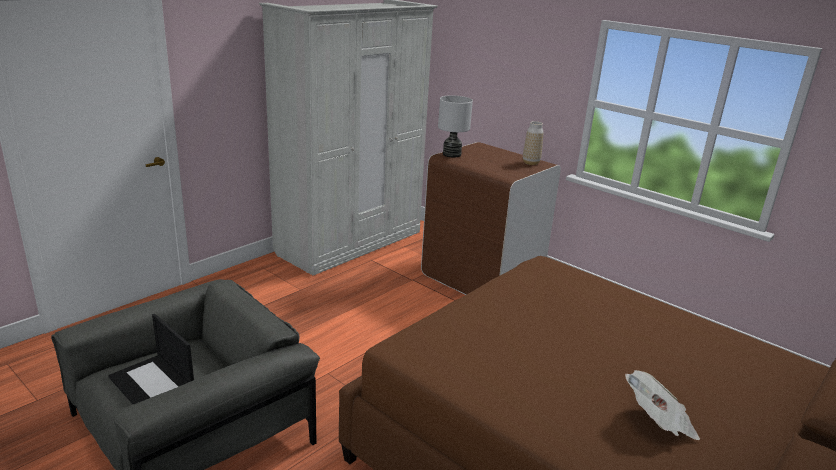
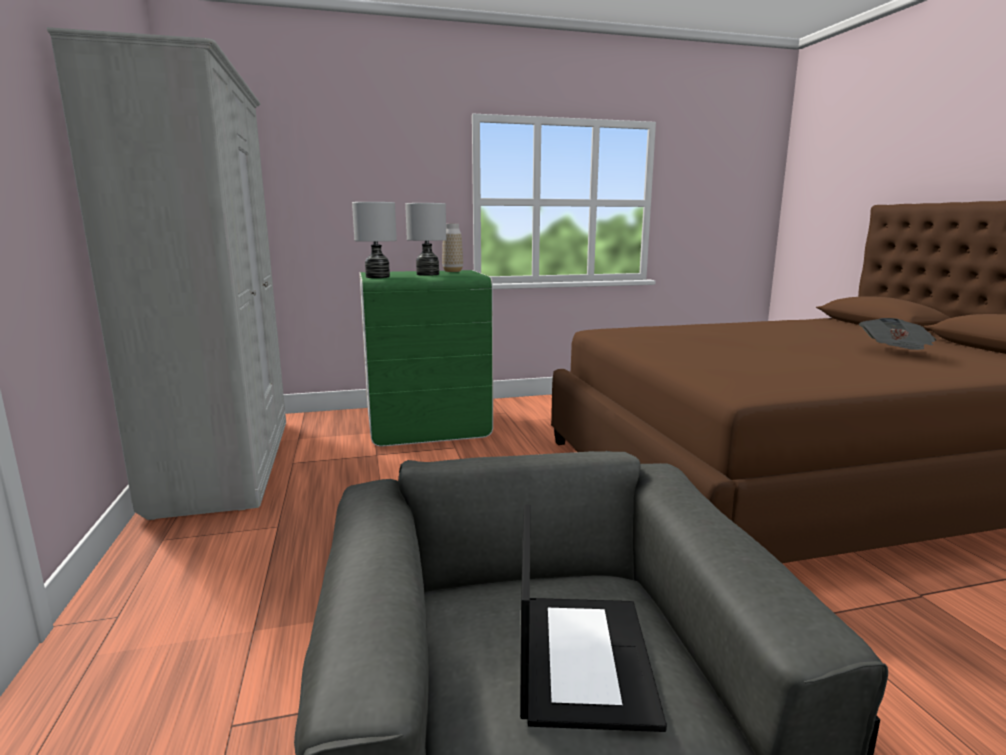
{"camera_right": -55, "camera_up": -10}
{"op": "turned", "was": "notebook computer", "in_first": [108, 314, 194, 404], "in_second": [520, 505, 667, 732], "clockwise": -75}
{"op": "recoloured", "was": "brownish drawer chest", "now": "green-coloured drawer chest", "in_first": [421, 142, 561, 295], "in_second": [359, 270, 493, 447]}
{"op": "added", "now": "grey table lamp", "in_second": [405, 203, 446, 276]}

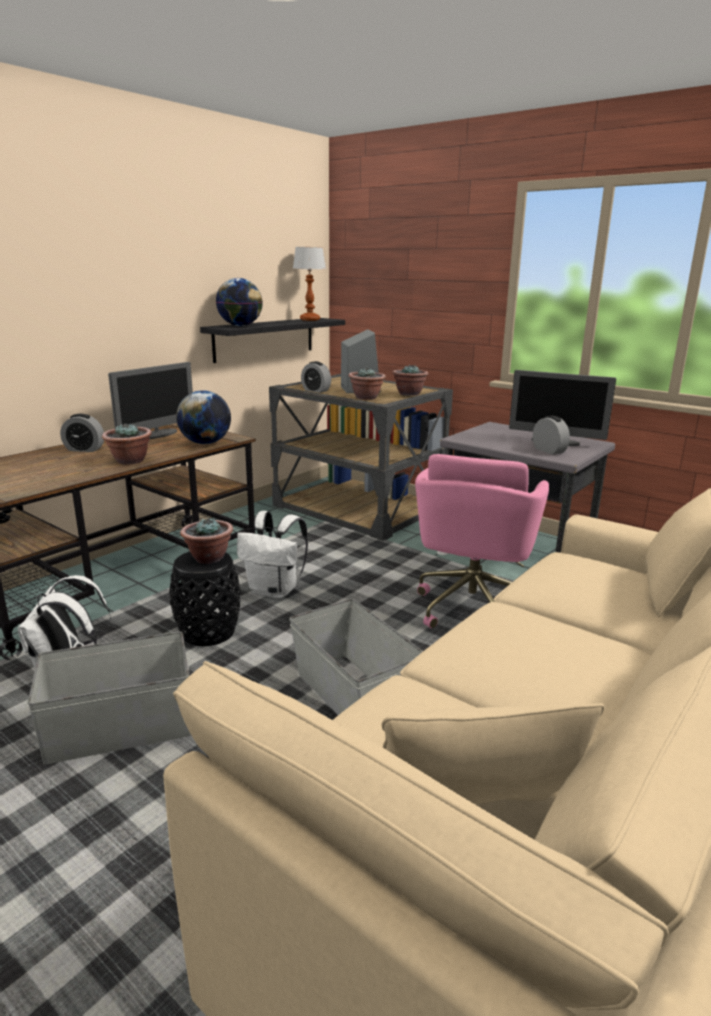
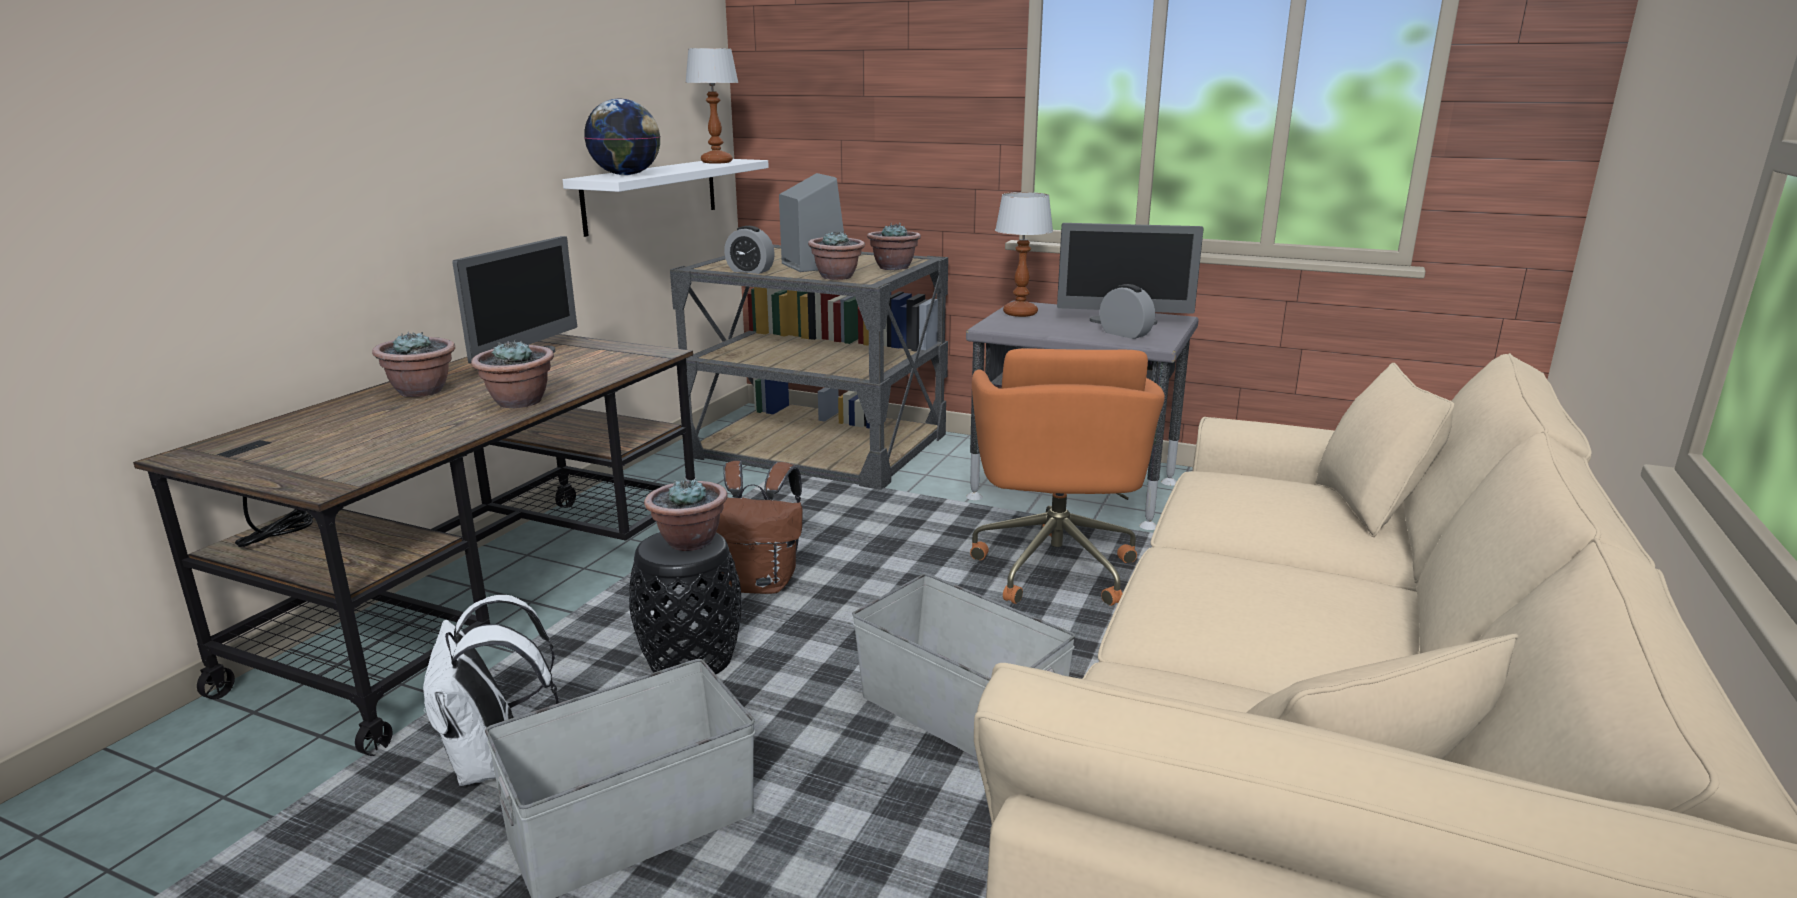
{"camera_right": -15, "camera_up": 0}
{"op": "replaced", "was": "bedside clock", "now": "potted plant", "in_first": [60, 414, 104, 452], "in_second": [372, 331, 455, 397]}
{"op": "removed", "was": "desk globe", "in_first": [176, 390, 231, 444]}
{"op": "recoloured", "was": "black bracket shelf", "now": "white bracket shelf", "in_first": [200, 318, 345, 363], "in_second": [563, 159, 769, 237]}
{"op": "recoloured", "was": "white rucksack", "now": "brownish rucksack", "in_first": [237, 511, 308, 599], "in_second": [716, 461, 803, 594]}
{"op": "recoloured", "was": "pink-coloured computer chair", "now": "orangey computer chair", "in_first": [415, 454, 549, 628], "in_second": [970, 348, 1165, 606]}
{"op": "added", "now": "table lamp", "in_second": [995, 192, 1053, 317]}

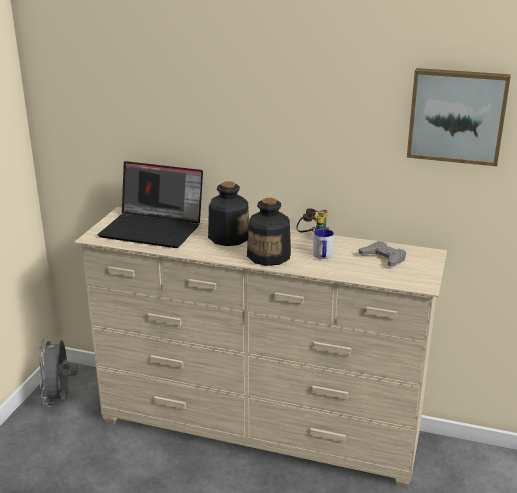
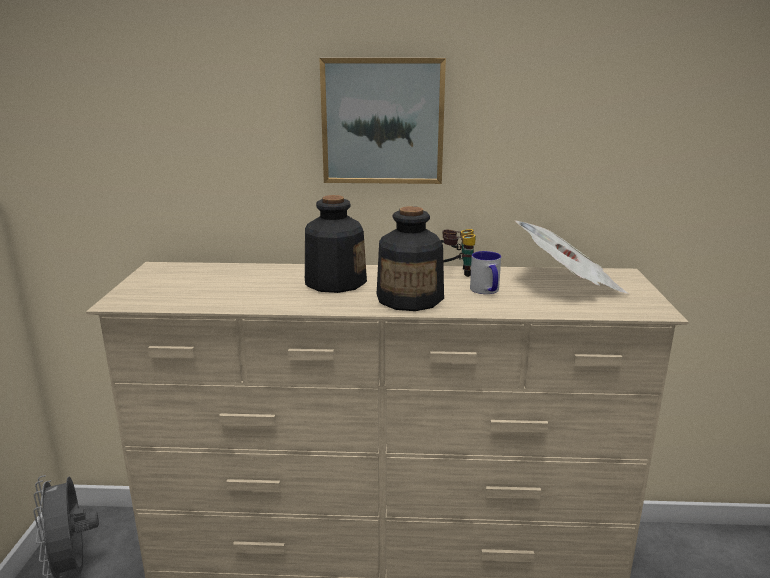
{"camera_right": -15, "camera_up": -5}
{"op": "removed", "was": "notebook computer", "in_first": [98, 161, 203, 248]}
{"op": "replaced", "was": "grey joypad", "now": "daily paper", "in_first": [359, 241, 406, 267], "in_second": [514, 220, 629, 294]}
{"op": "moved", "was": "wall art", "in_first": [407, 68, 511, 166], "in_second": [319, 58, 446, 184]}

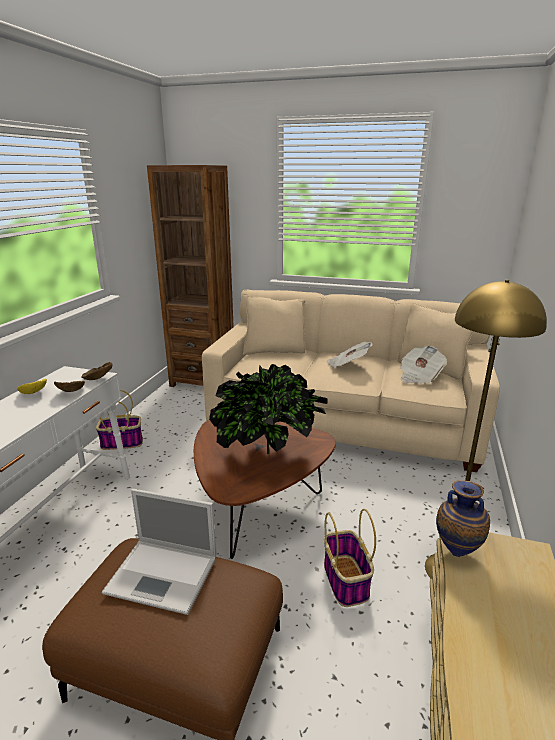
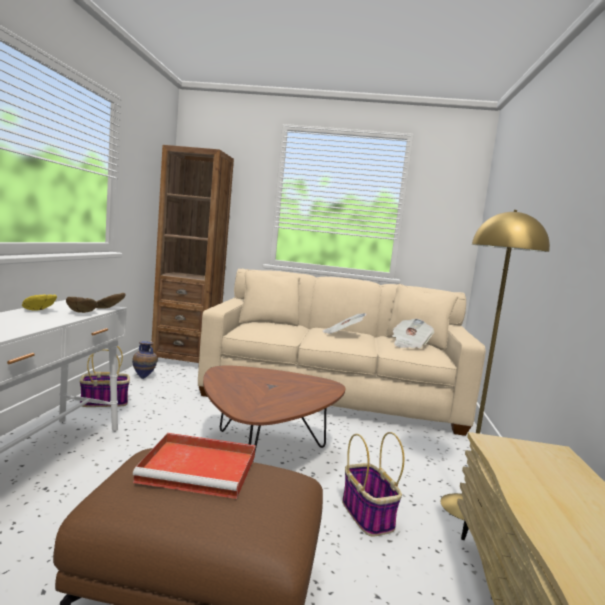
{"camera_right": -10, "camera_up": -15}
{"op": "replaced", "was": "notebook computer", "now": "red carrying tray", "in_first": [102, 489, 217, 615], "in_second": [133, 433, 256, 499]}
{"op": "removed", "was": "potted plant", "in_first": [209, 364, 328, 454]}
{"op": "moved", "was": "vase", "in_first": [436, 481, 490, 557], "in_second": [132, 341, 157, 379]}

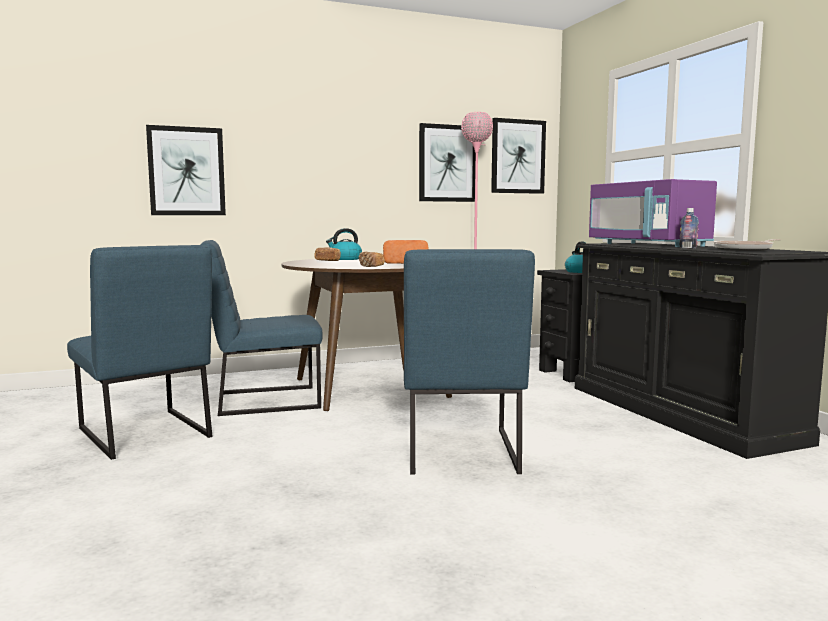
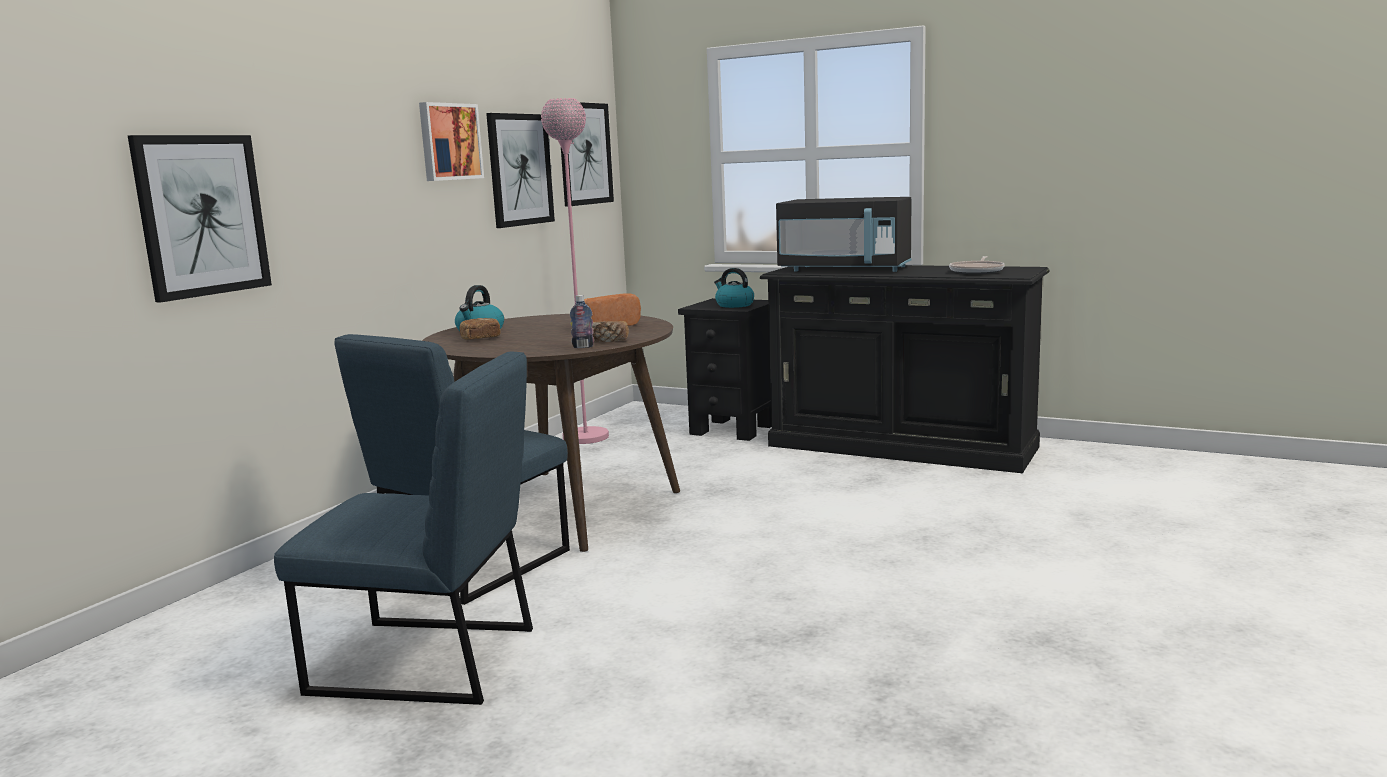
{"camera_right": -40, "camera_up": 5}
{"op": "removed", "was": "blue-coloured plain chair", "in_first": [404, 249, 535, 474]}
{"op": "recoloured", "was": "purplish microwave oven", "now": "black microwave oven", "in_first": [589, 179, 717, 247], "in_second": [776, 197, 912, 272]}
{"op": "moved", "was": "bottle", "in_first": [679, 208, 699, 249], "in_second": [570, 295, 594, 348]}
{"op": "added", "now": "wall art", "in_second": [419, 102, 484, 181]}

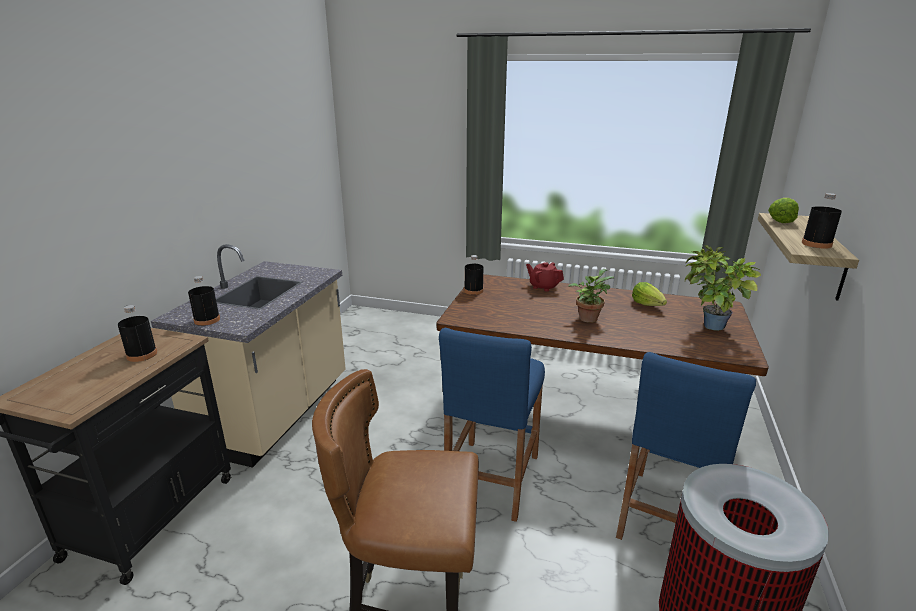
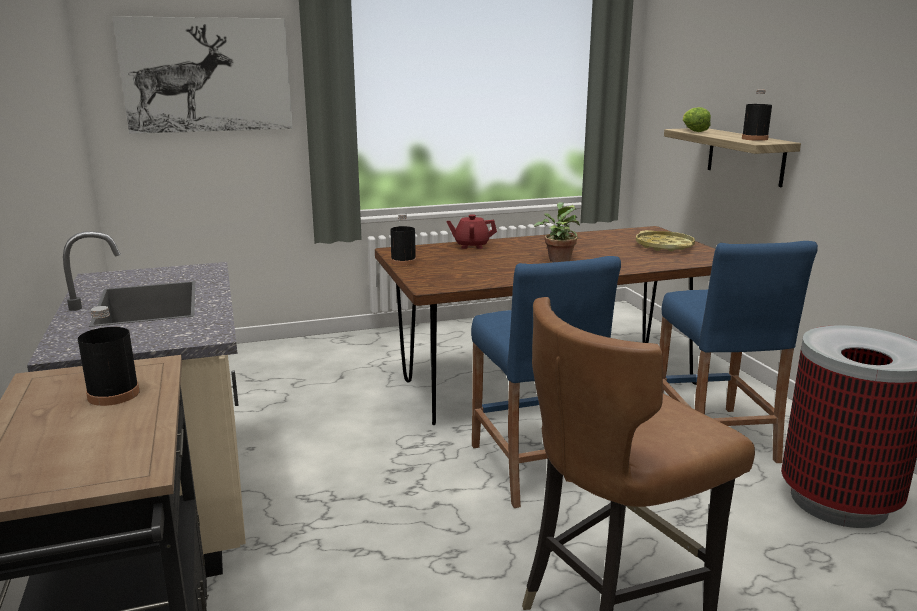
{"camera_right": -35, "camera_up": -5}
{"op": "removed", "was": "black bottle", "in_first": [188, 276, 220, 326]}
{"op": "removed", "was": "head of lettuce", "in_first": [632, 282, 667, 306]}
{"op": "replaced", "was": "potted plant", "now": "yellow-coloured carrying tray", "in_first": [685, 245, 761, 331], "in_second": [636, 230, 695, 251]}
{"op": "added", "now": "wall art", "in_second": [112, 16, 293, 134]}

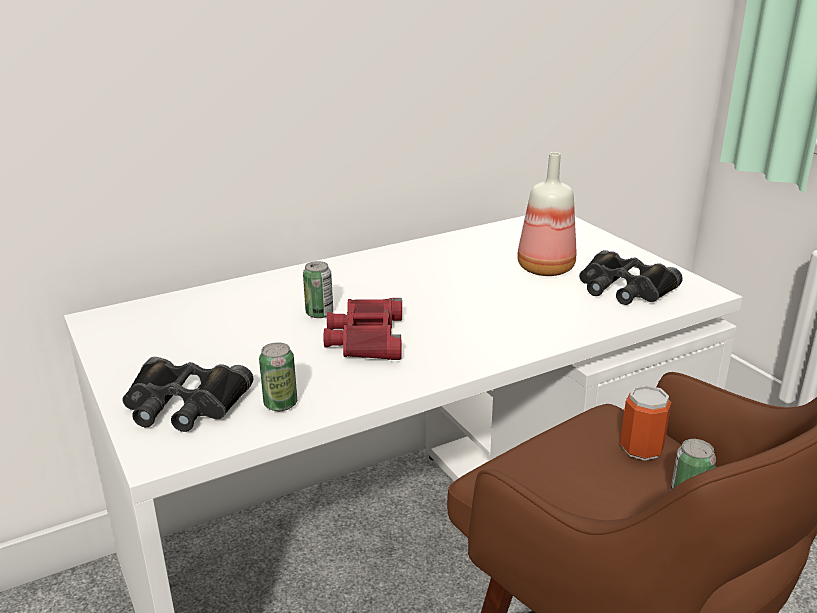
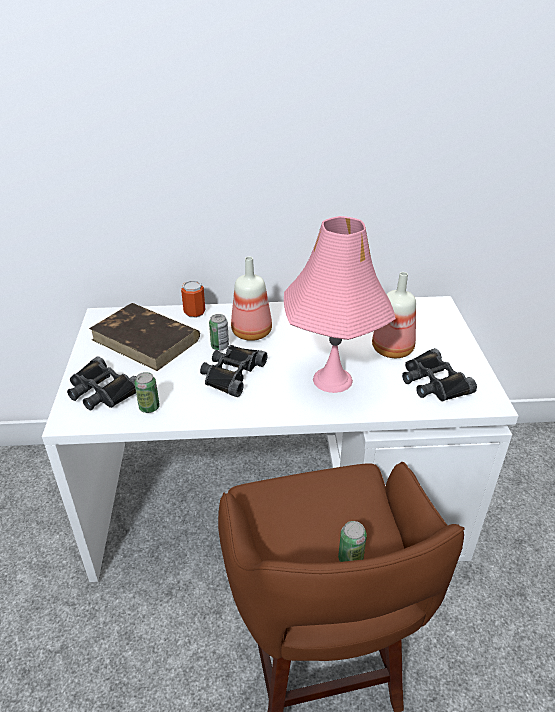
{"camera_right": 25, "camera_up": 10}
{"op": "recoloured", "was": "red field glasses", "now": "black field glasses", "in_first": [324, 298, 402, 360], "in_second": [200, 345, 267, 397]}
{"op": "moved", "was": "can", "in_first": [620, 385, 671, 461], "in_second": [181, 280, 205, 318]}
{"op": "added", "now": "brownish bound book", "in_second": [89, 303, 200, 371]}
{"op": "added", "now": "bottle", "in_second": [231, 256, 272, 341]}
{"op": "added", "now": "pink-coloured table lamp", "in_second": [284, 216, 396, 393]}

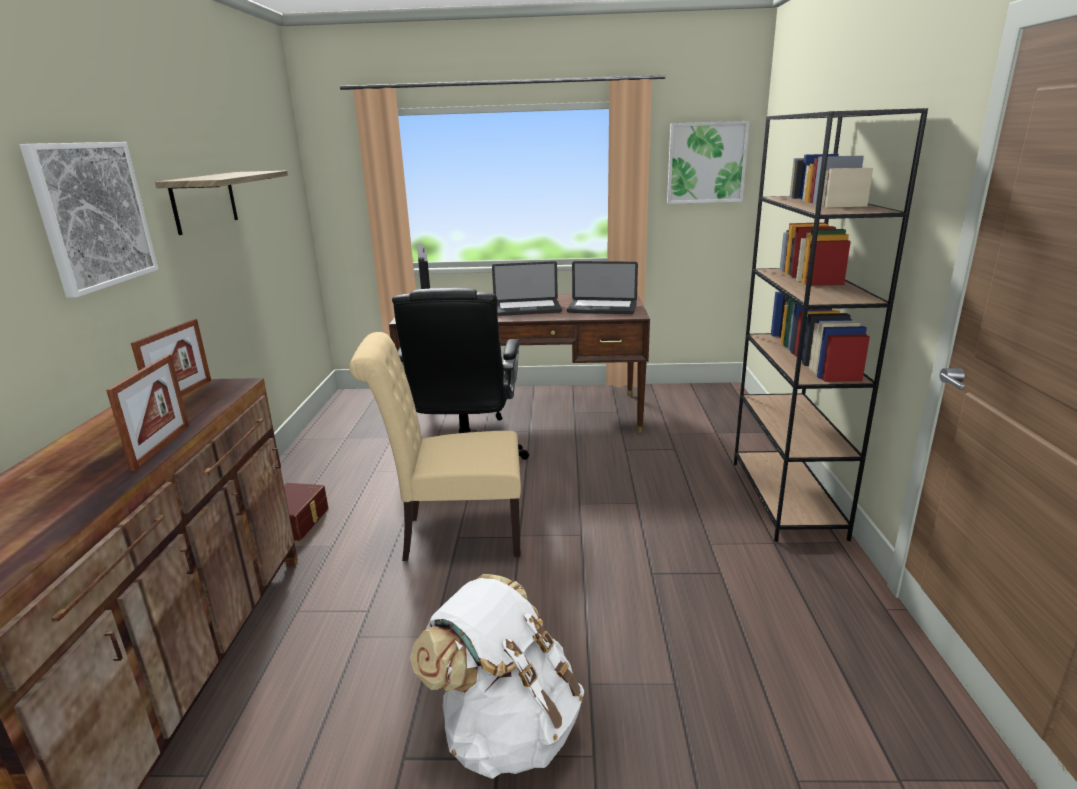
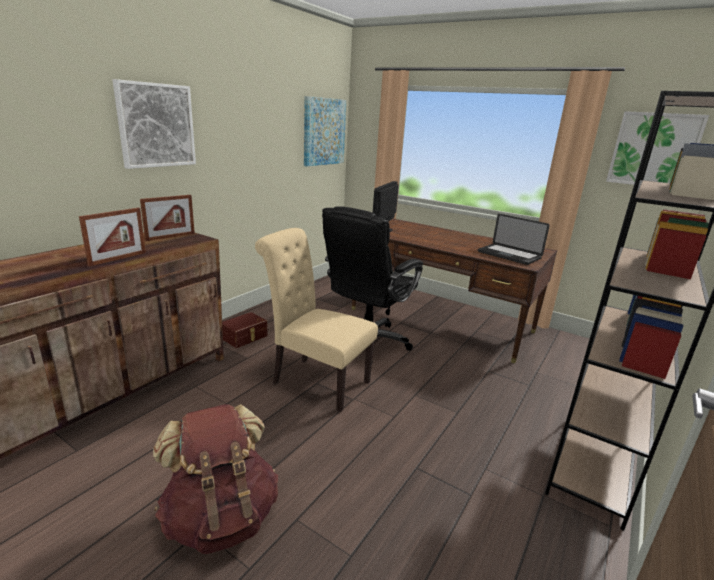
{"camera_right": 30, "camera_up": 0}
{"op": "removed", "was": "bracket shelf", "in_first": [155, 170, 288, 235]}
{"op": "recoloured", "was": "white rucksack", "now": "brownish rucksack", "in_first": [410, 574, 584, 779], "in_second": [153, 404, 278, 554]}
{"op": "removed", "was": "notebook computer", "in_first": [492, 261, 562, 316]}
{"op": "added", "now": "wall art", "in_second": [304, 96, 346, 166]}

